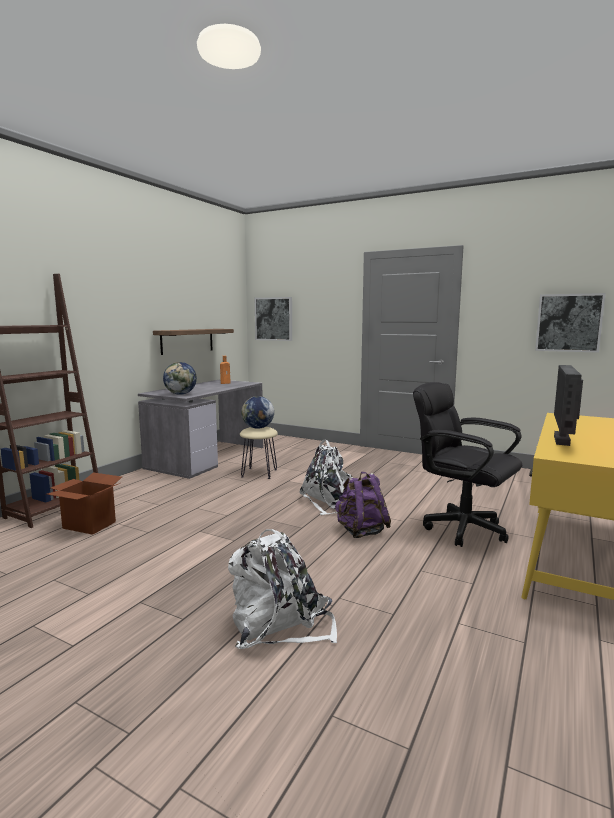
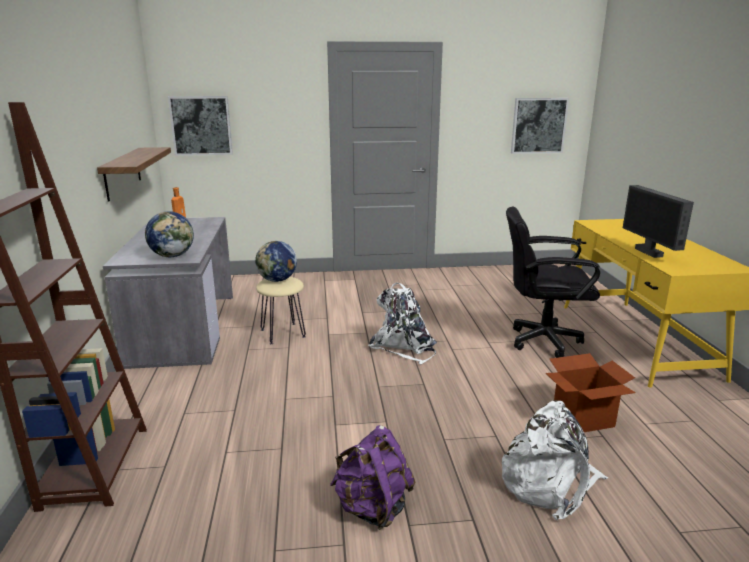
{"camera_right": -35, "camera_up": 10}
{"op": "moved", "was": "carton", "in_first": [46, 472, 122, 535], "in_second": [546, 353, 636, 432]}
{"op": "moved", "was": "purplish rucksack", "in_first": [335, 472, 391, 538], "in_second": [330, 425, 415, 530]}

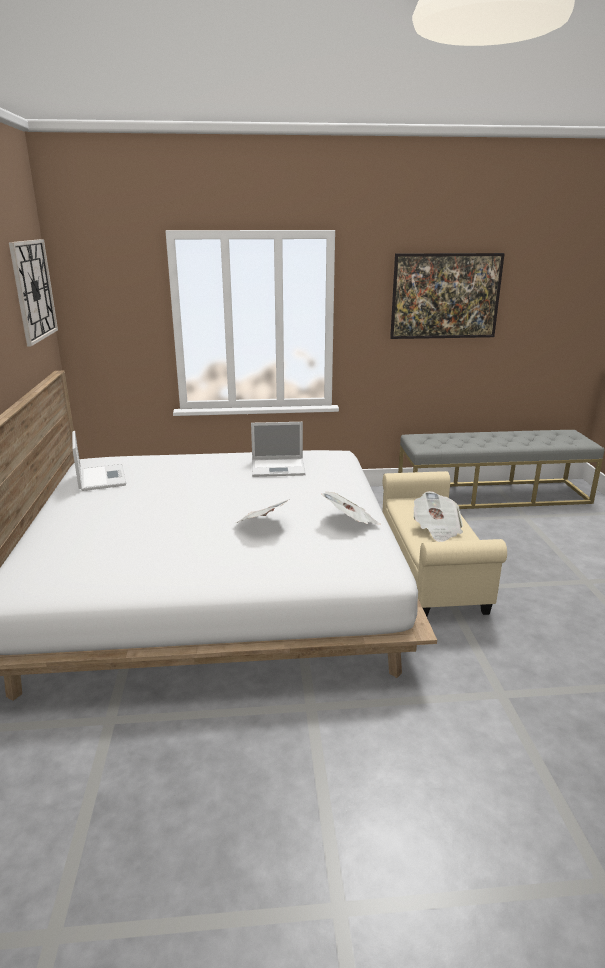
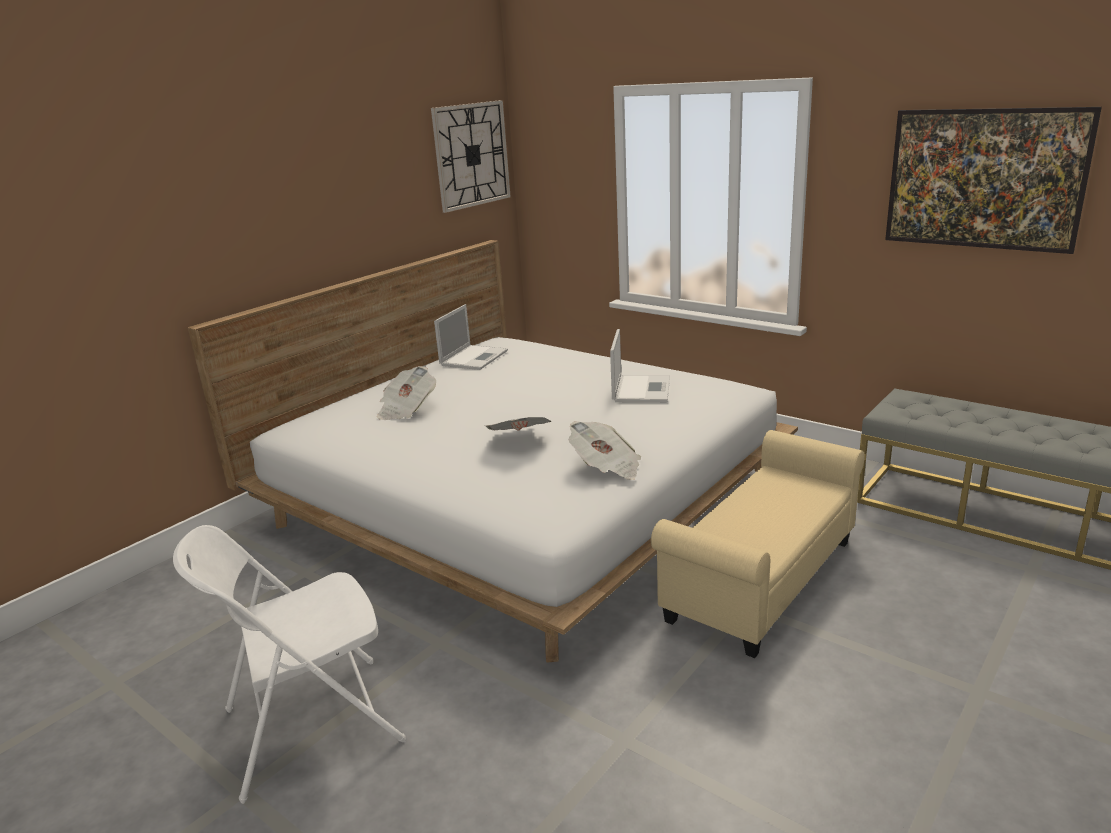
{"camera_right": 45, "camera_up": 0}
{"op": "turned", "was": "notebook computer", "in_first": [251, 422, 306, 477], "in_second": [610, 329, 670, 403], "clockwise": -120}
{"op": "moved", "was": "daily paper", "in_first": [413, 491, 463, 542], "in_second": [377, 366, 436, 420]}
{"op": "added", "now": "white plain chair", "in_second": [173, 525, 406, 804]}

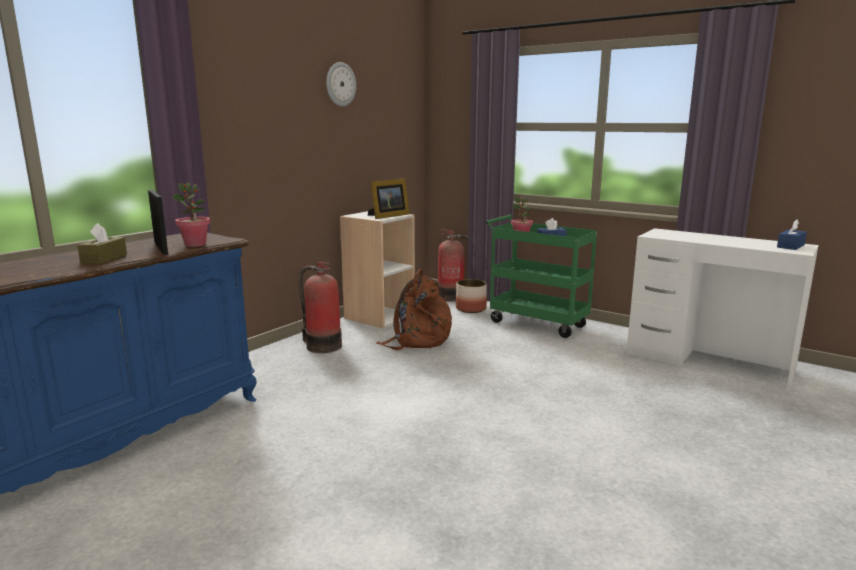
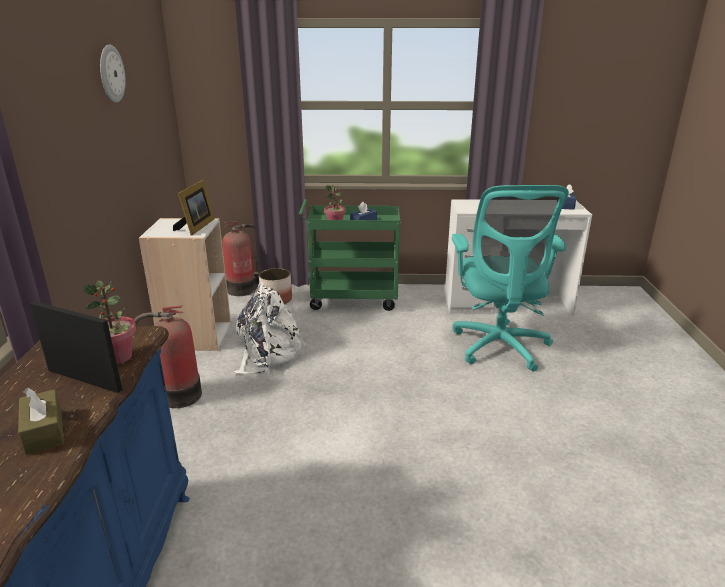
{"camera_right": -35, "camera_up": 10}
{"op": "recoloured", "was": "brownish rucksack", "now": "white rucksack", "in_first": [376, 269, 452, 350], "in_second": [234, 282, 306, 375]}
{"op": "added", "now": "turquoise-coloured computer chair", "in_second": [452, 185, 569, 371]}

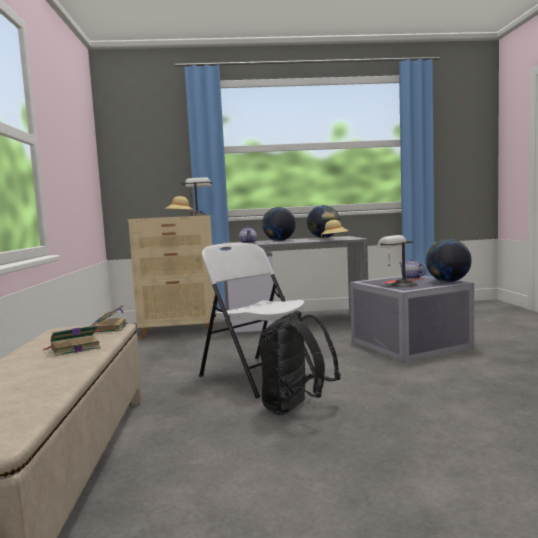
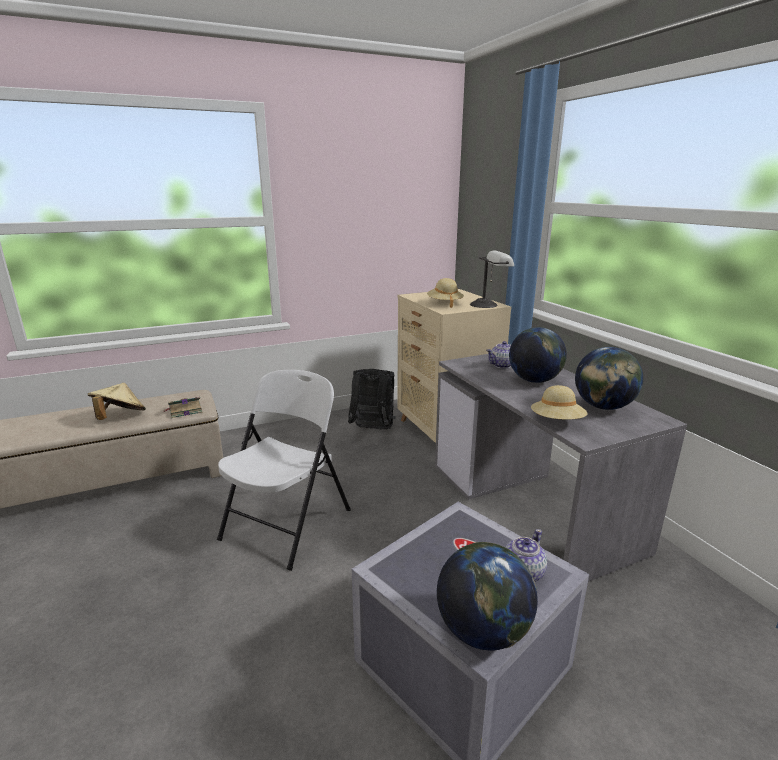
{"camera_right": 70, "camera_up": 15}
{"op": "replaced", "was": "bound book", "now": "beige-coloured clothing hat", "in_first": [44, 325, 101, 356], "in_second": [87, 383, 146, 420]}
{"op": "moved", "was": "black rucksack", "in_first": [258, 311, 341, 415], "in_second": [348, 369, 396, 429]}
{"op": "removed", "was": "table lamp", "in_first": [377, 235, 417, 287]}

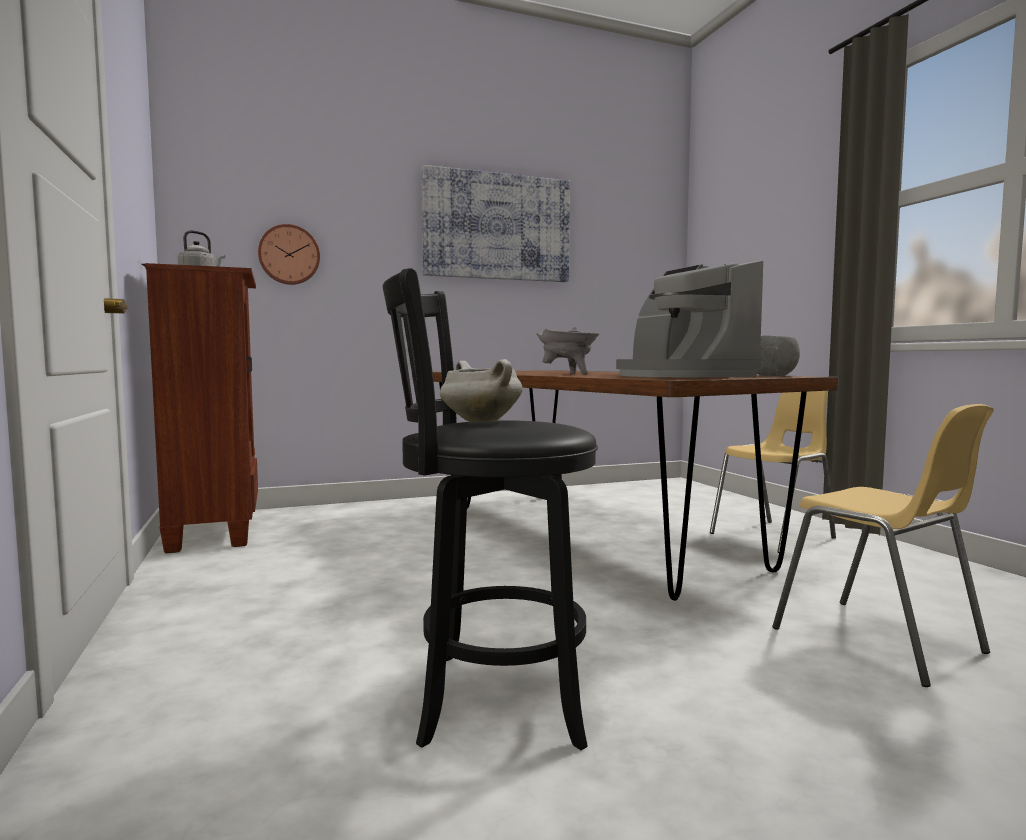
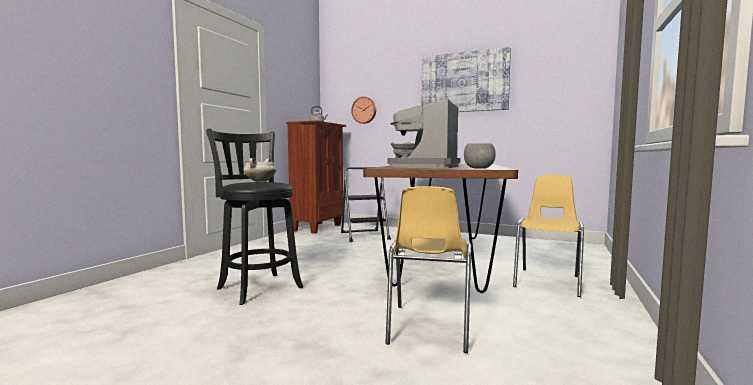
{"camera_right": 45, "camera_up": 0}
{"op": "turned", "was": "yellow-coloured plain chair", "in_first": [710, 391, 836, 553], "in_second": [513, 174, 584, 297], "clockwise": -75}
{"op": "added", "now": "black stepladder", "in_second": [341, 167, 391, 242]}

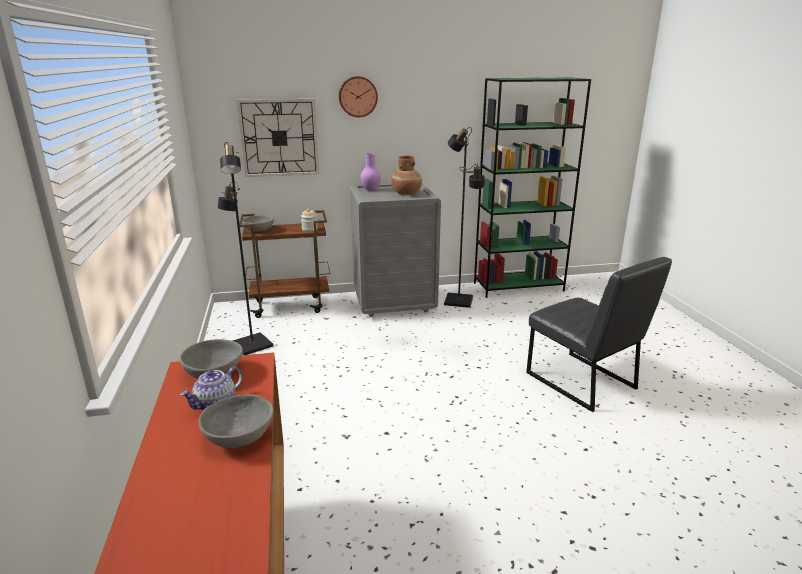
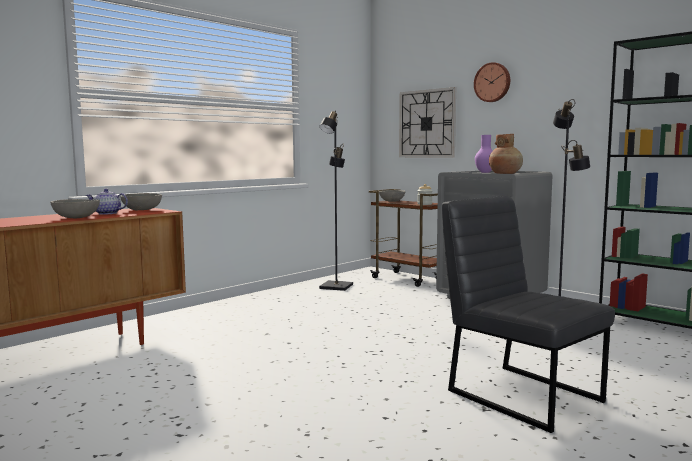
{"camera_right": 55, "camera_up": -15}
{"op": "turned", "was": "grey plain chair", "in_first": [526, 257, 672, 412], "in_second": [442, 196, 615, 433], "clockwise": 120}

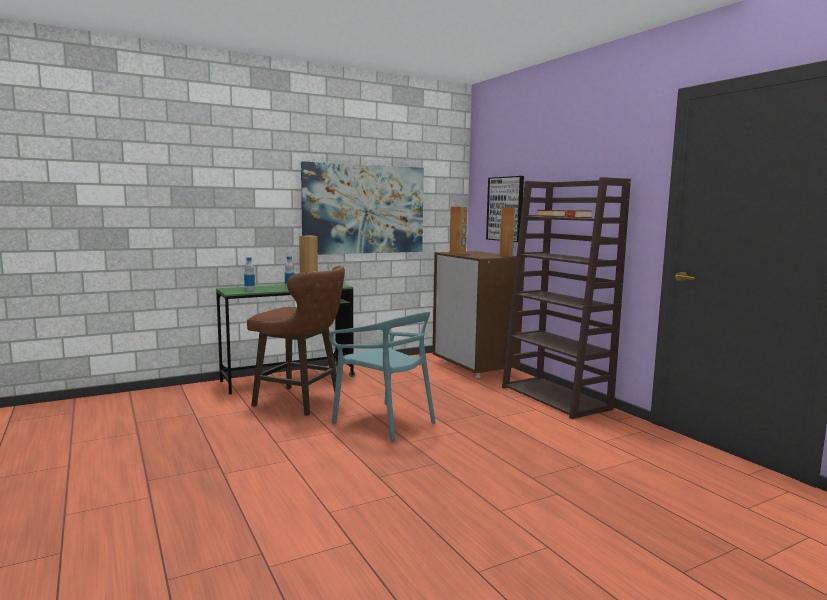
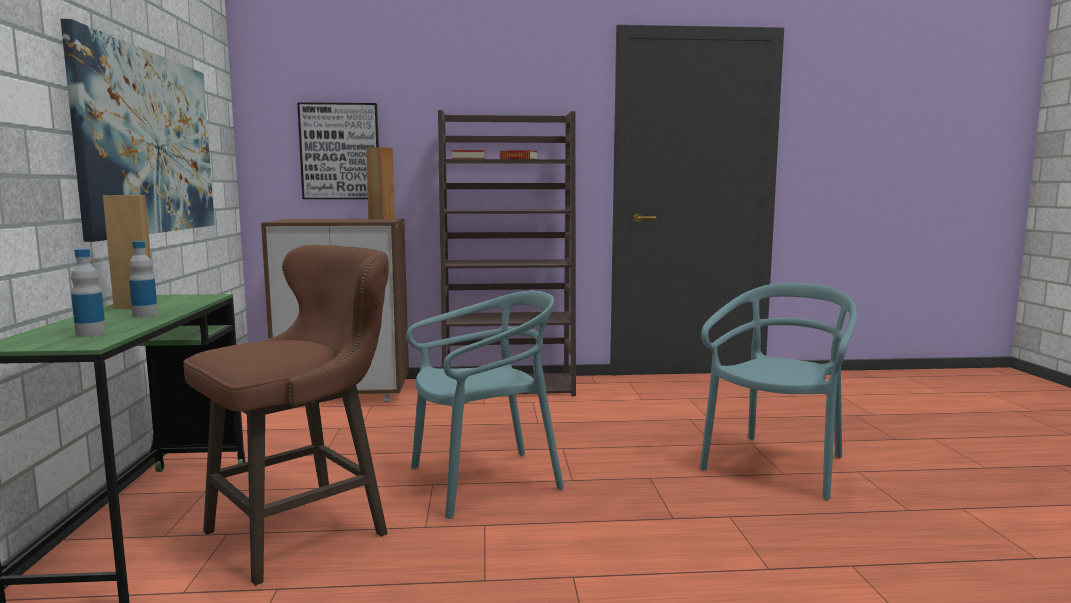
{"camera_right": -65, "camera_up": 0}
{"op": "removed", "was": "brownish audio speaker", "in_first": [450, 207, 467, 254]}
{"op": "added", "now": "turquoise-coloured plain chair", "in_second": [700, 283, 857, 500]}

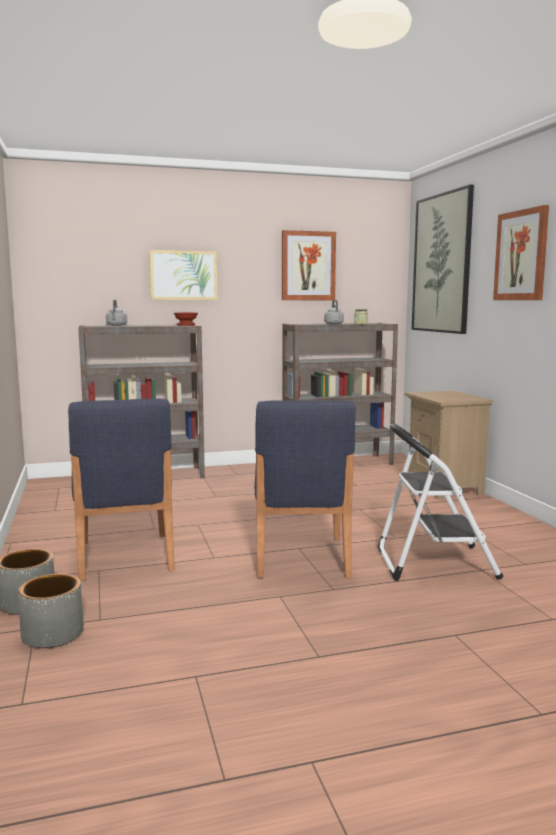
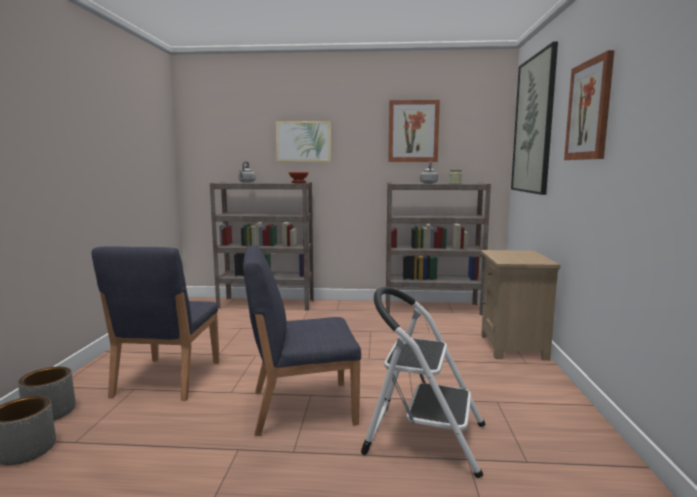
{"camera_right": 20, "camera_up": 0}
{"op": "turned", "was": "blue-coloured plain chair", "in_first": [255, 400, 356, 578], "in_second": [243, 246, 361, 436], "clockwise": 60}

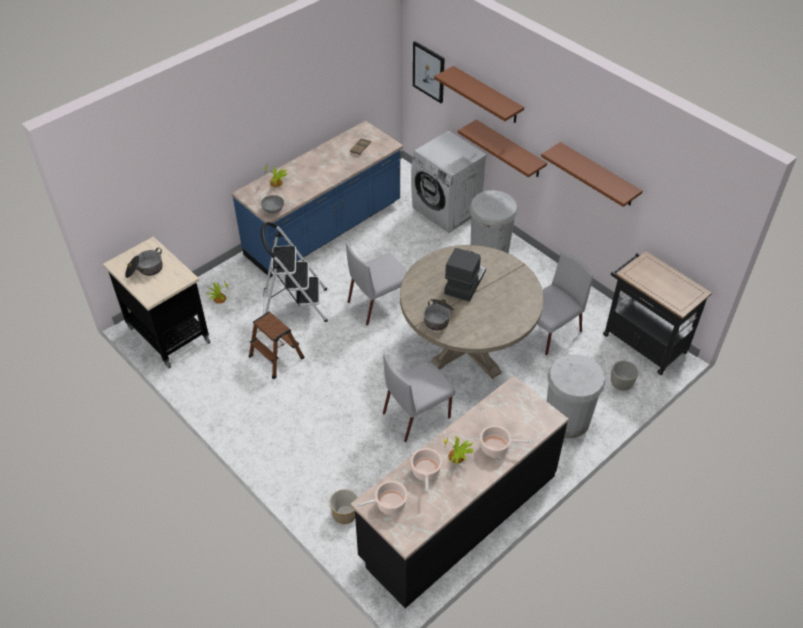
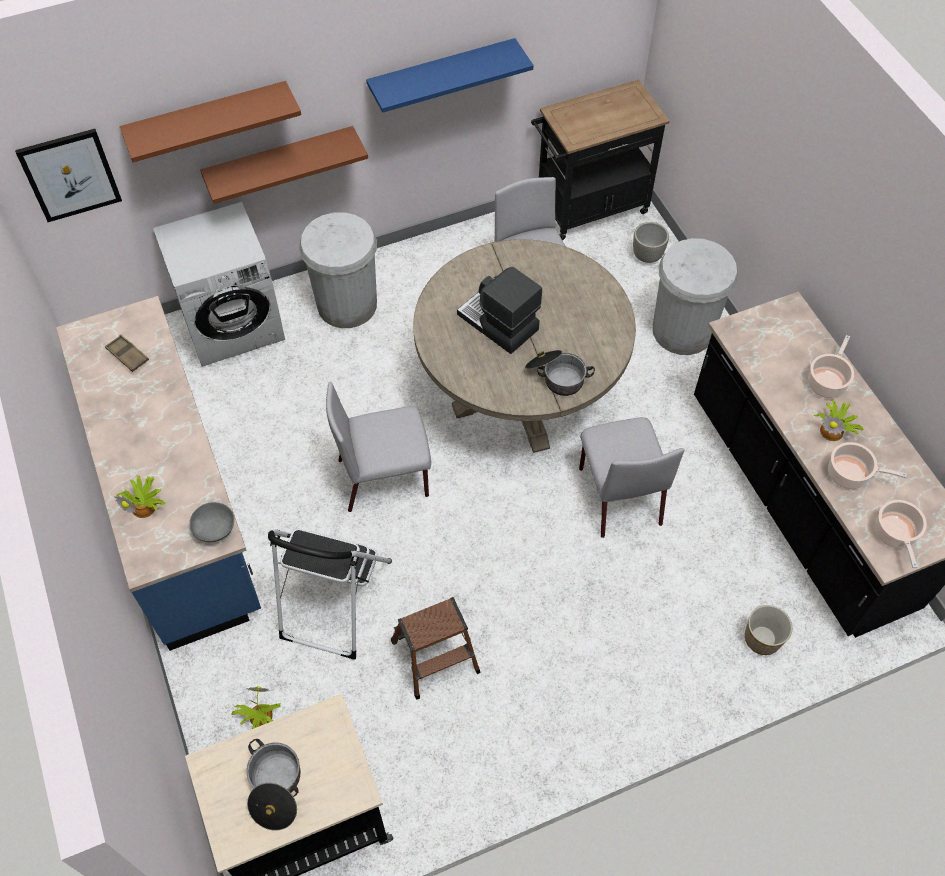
{"camera_right": -70, "camera_up": 10}
{"op": "turned", "was": "grey plain chair", "in_first": [346, 242, 407, 325], "in_second": [326, 382, 431, 512], "clockwise": 90}
{"op": "recoloured", "was": "brownish bracket shelf", "now": "blue-coloured bracket shelf", "in_first": [541, 142, 642, 207], "in_second": [366, 38, 534, 113]}

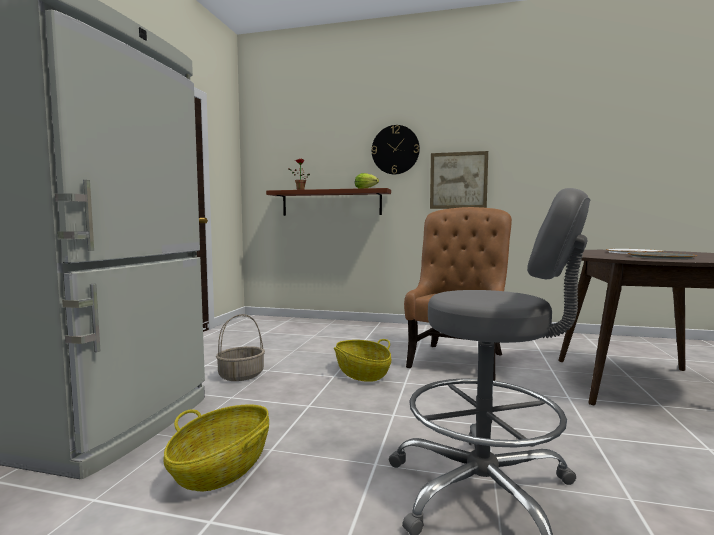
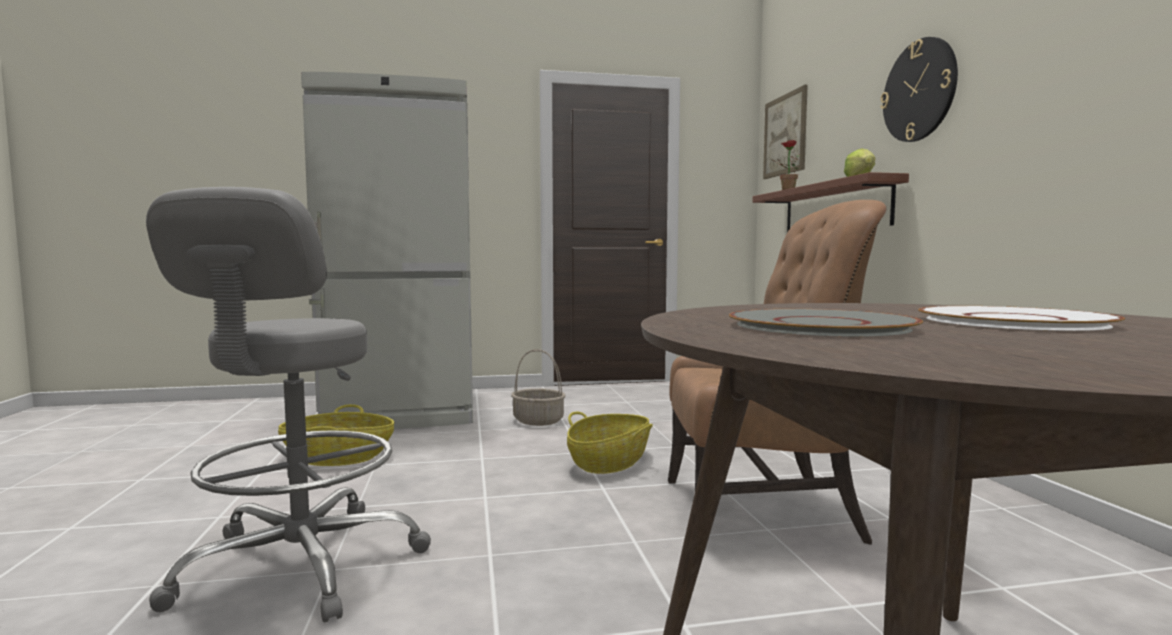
{"camera_right": 65, "camera_up": 0}
{"op": "moved", "was": "wall art", "in_first": [430, 151, 488, 209], "in_second": [763, 85, 808, 179]}

